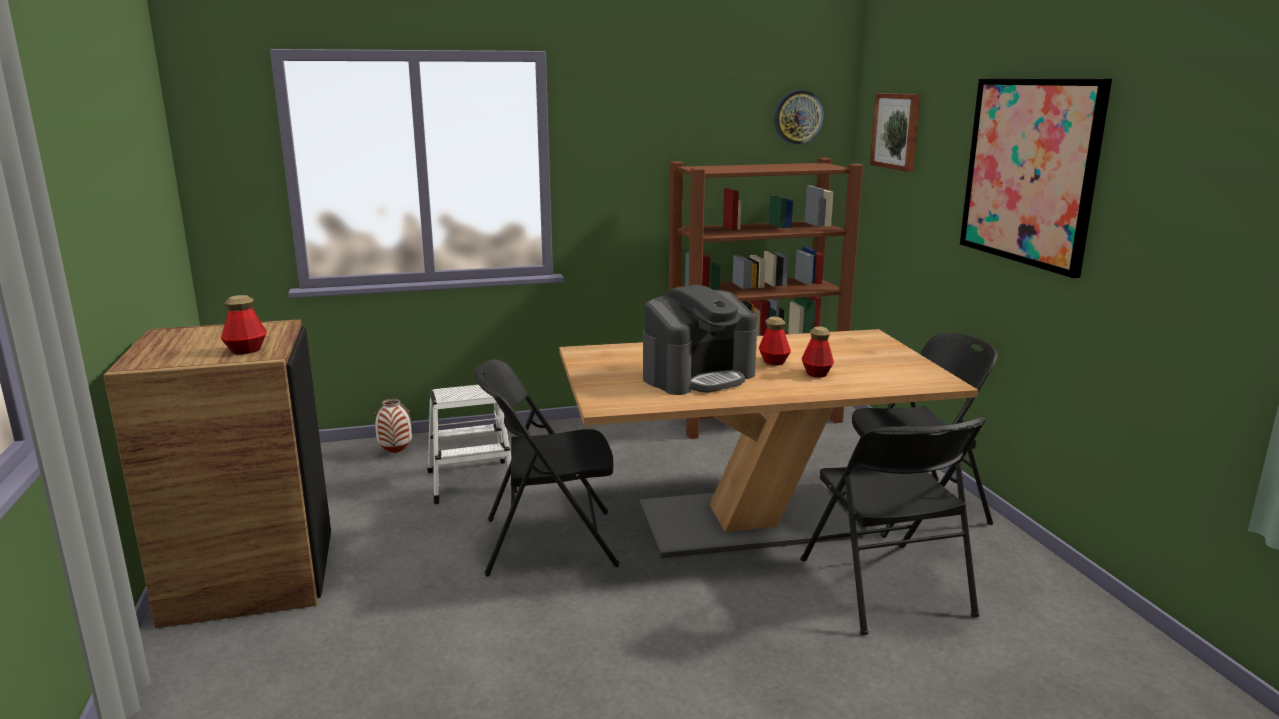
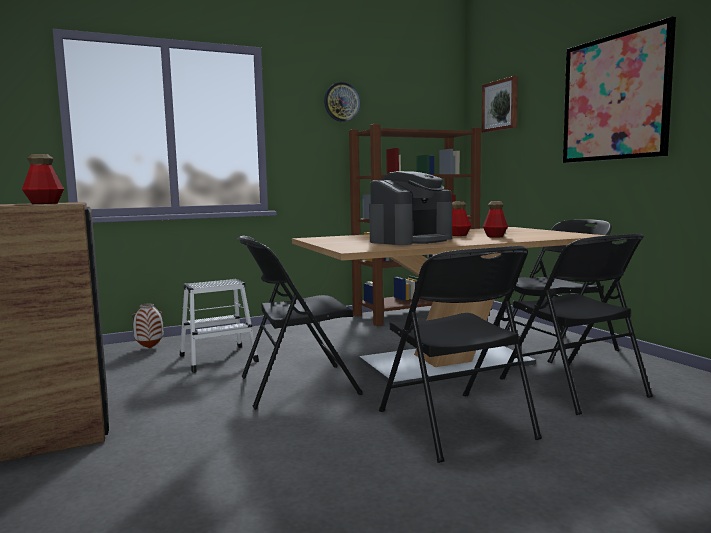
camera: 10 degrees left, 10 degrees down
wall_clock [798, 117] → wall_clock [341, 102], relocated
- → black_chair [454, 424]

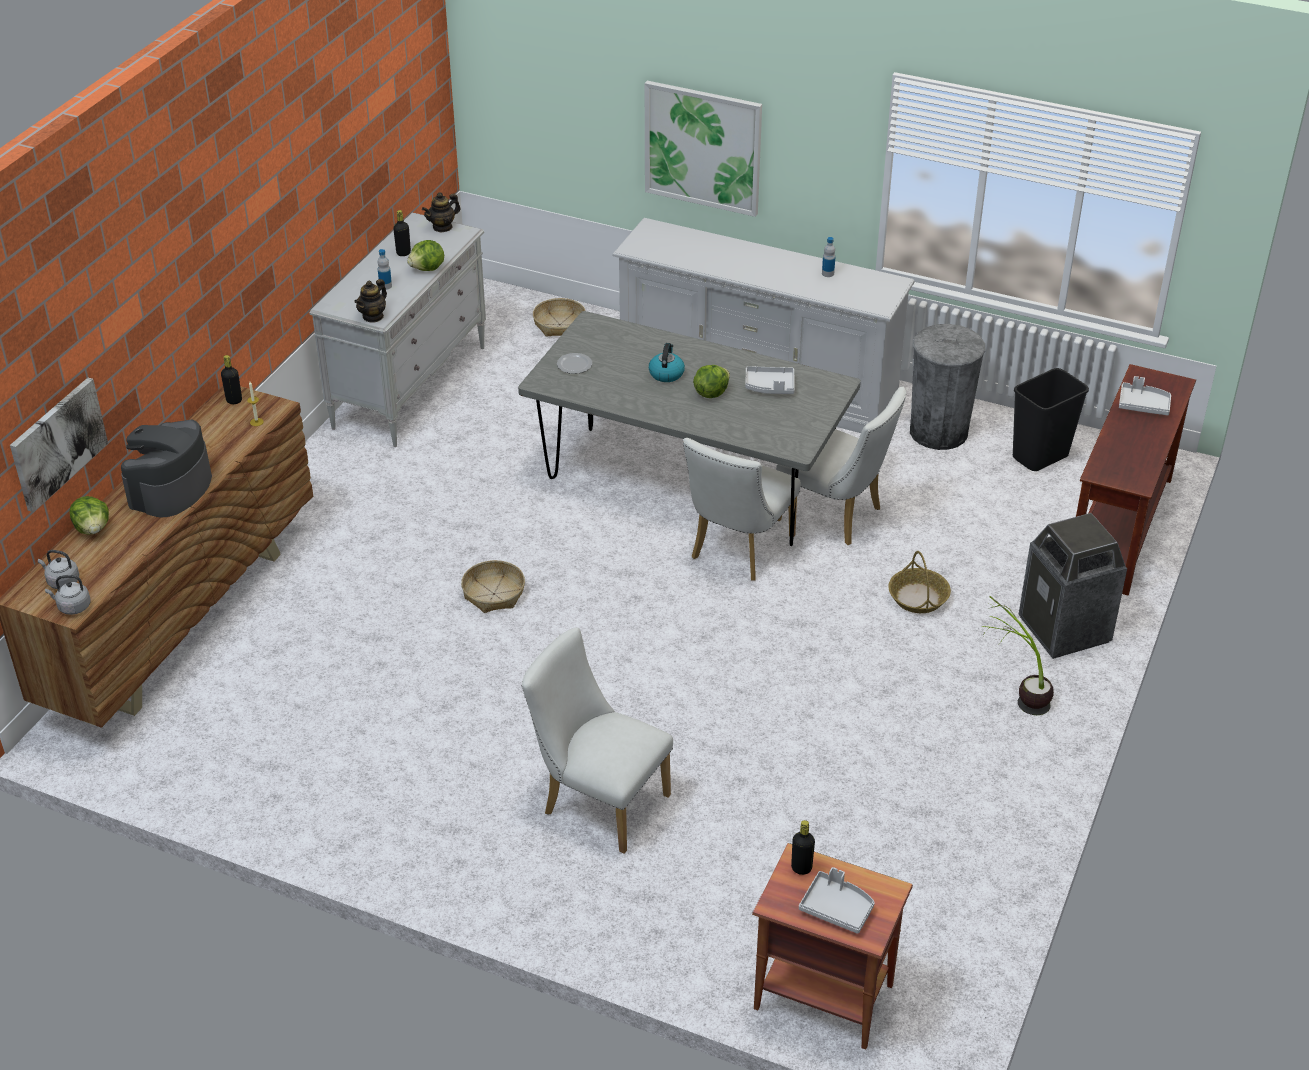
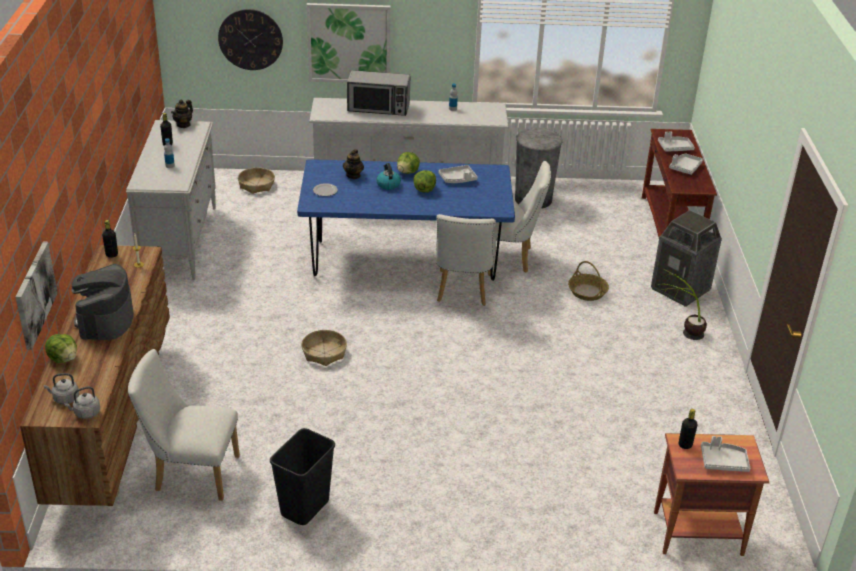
camera: 25 degrees left, 5 degrees down
lettuce [428, 269] → lettuce [408, 172], relocated
teapot [373, 316] → teapot [353, 175], relocated
grey_dining_table [689, 484] → blue_dining_table [405, 260]
black_trash_can [1039, 456] → black_trash_can [304, 507], relocated
white_chair [598, 802] → white_chair [190, 473], relocated
- → wall_clock [250, 39]
- → microwave [378, 108]
- → grey_tray [685, 168]

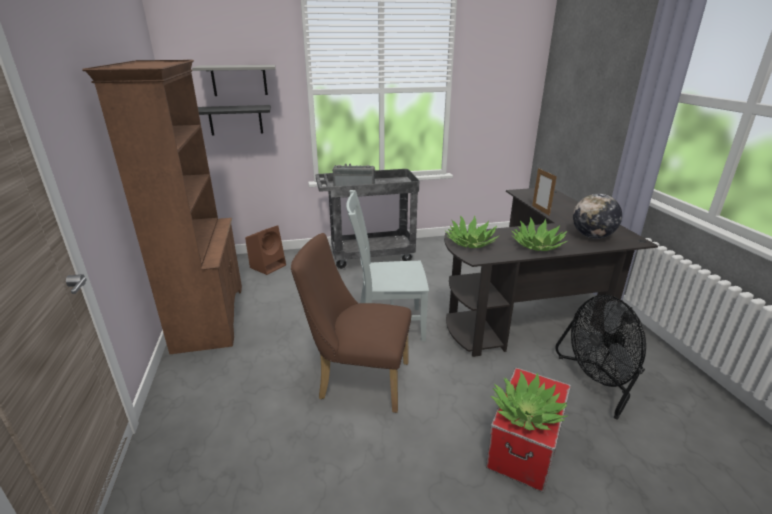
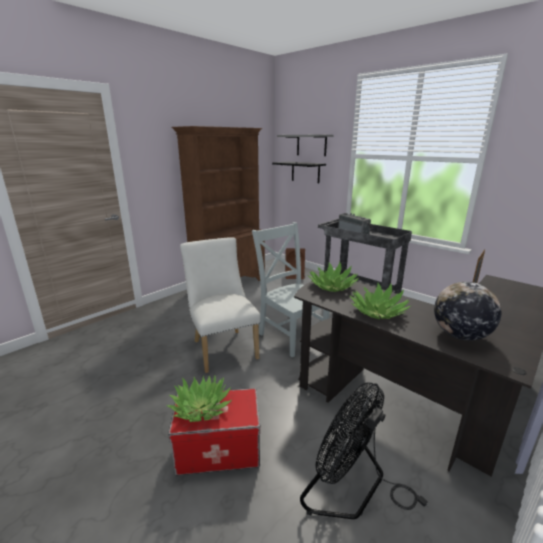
camera: 55 degrees right, 5 degrees down
brown_chair [357, 380] → white_chair [223, 347]

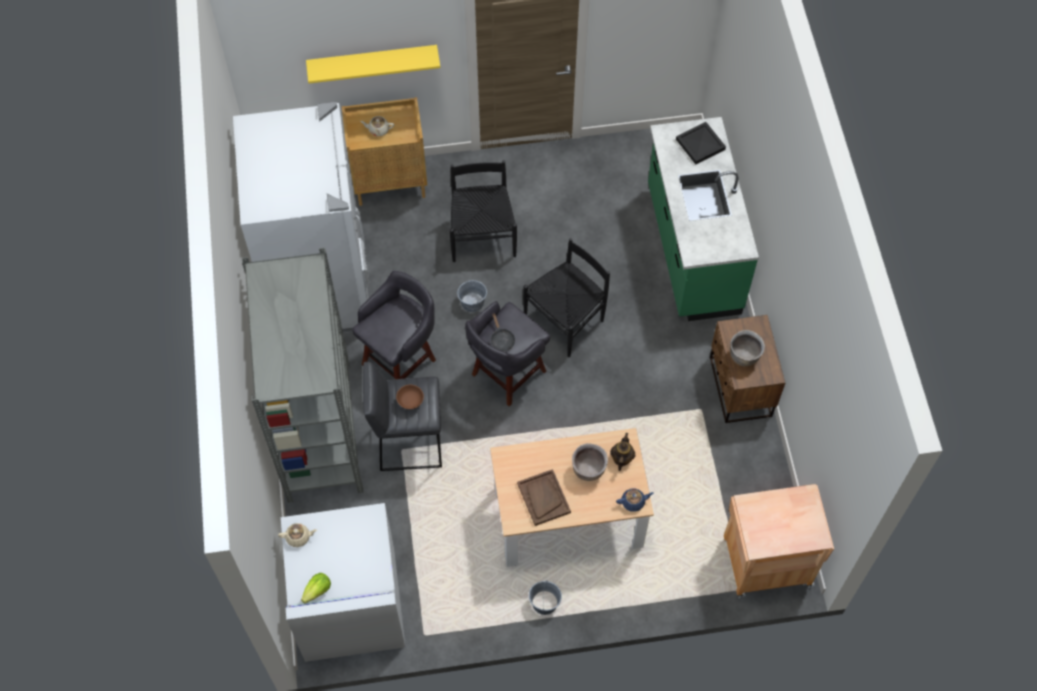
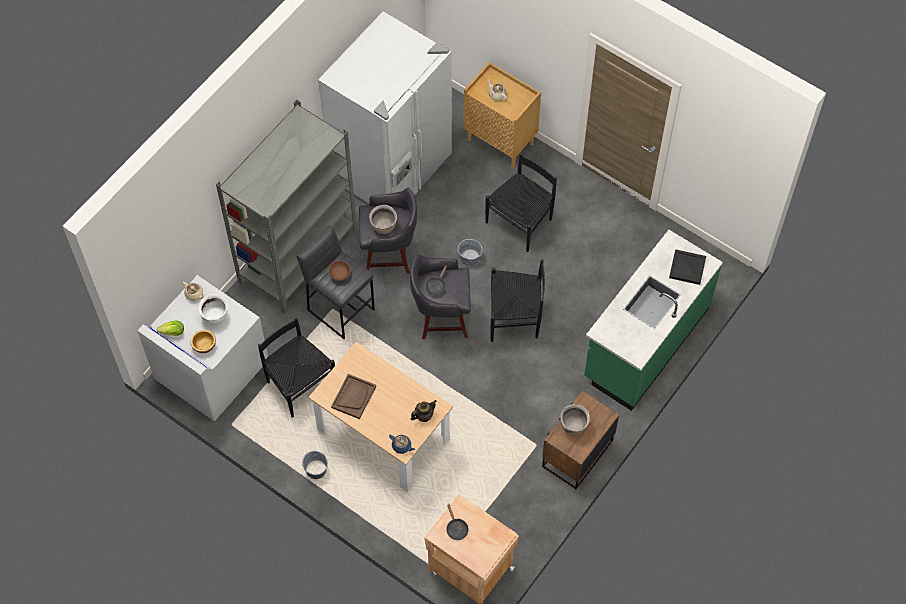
camera: 45 degrees right, 0 degrees up
yellow_shelf [372, 61] → -
brown_cooking_pot [589, 470] → brown_cooking_pot [383, 227], relocated
- → white_cooking_pot [215, 317]
- → black_chair [299, 384]
- → bowl [204, 345]
- → black_frying_pan [456, 528]

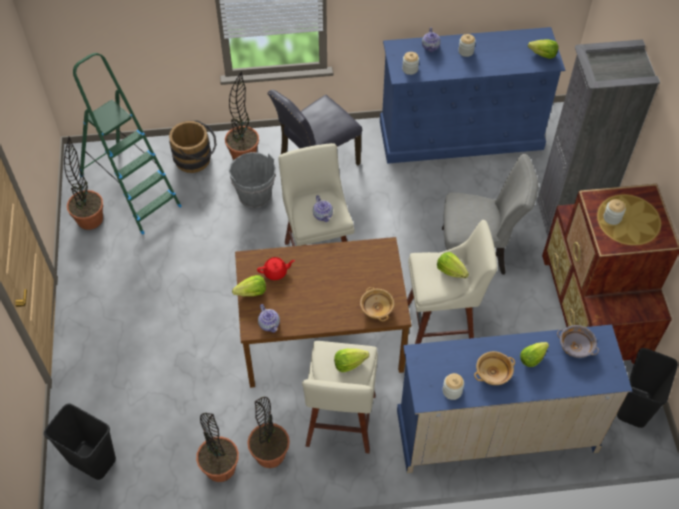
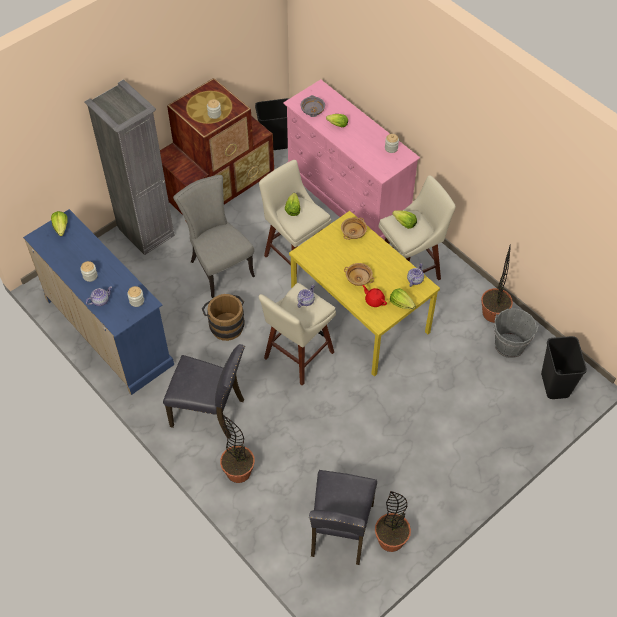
camera: 125 degrees left, 0 degrees up
green_step_ladder [130, 190] → grey_chair [340, 531]
brown_bucket [196, 159] → brown_bucket [225, 324], relocated
grey_bucket [255, 196] → grey_bucket [509, 346], relocated
brown_dining_table [323, 336] → yellow_dining_table [359, 315]
blue_dresser [495, 430] → pink_dresser [347, 197]
beige_bowl [493, 373] → beige_bowl [359, 278], relocated
potted_plant [270, 454] → -

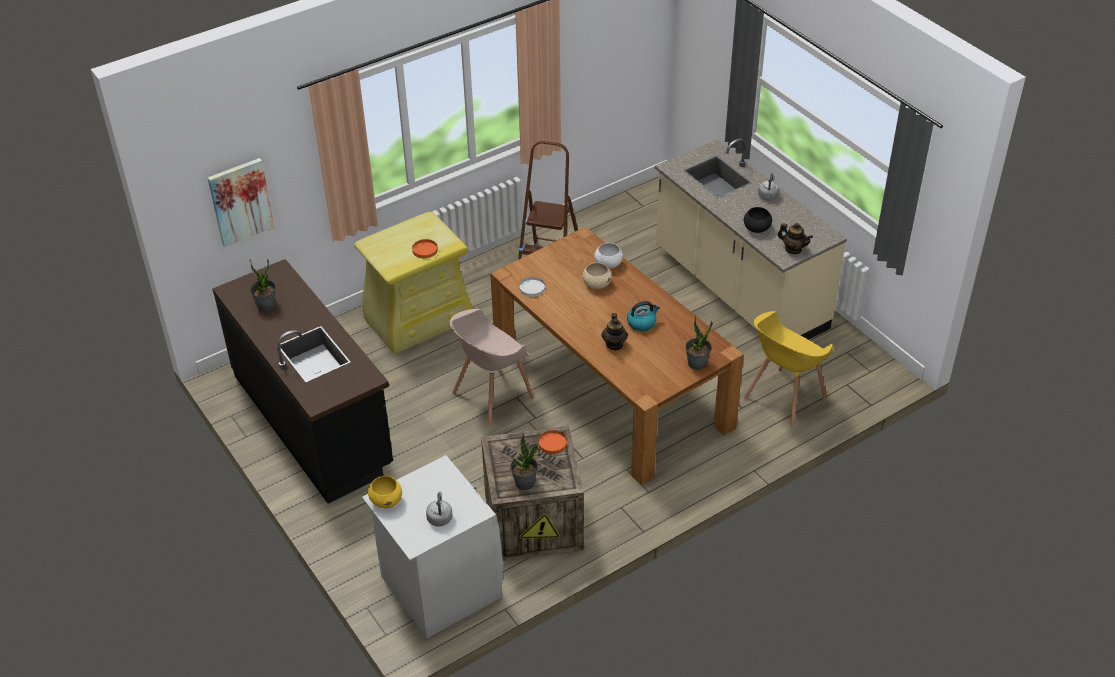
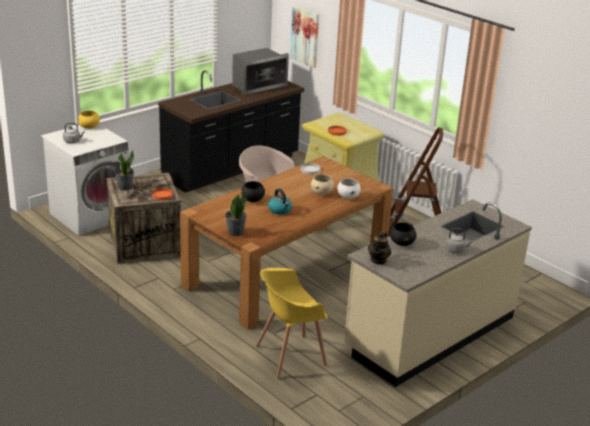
camera: 80 degrees right, 15 degrees down
potted_plant [266, 305] → microwave [257, 86]
yellow_chair [784, 398] → yellow_chair [289, 356], 60 degrees counterclockwise
teapot [614, 344] → black_bowl [252, 200]

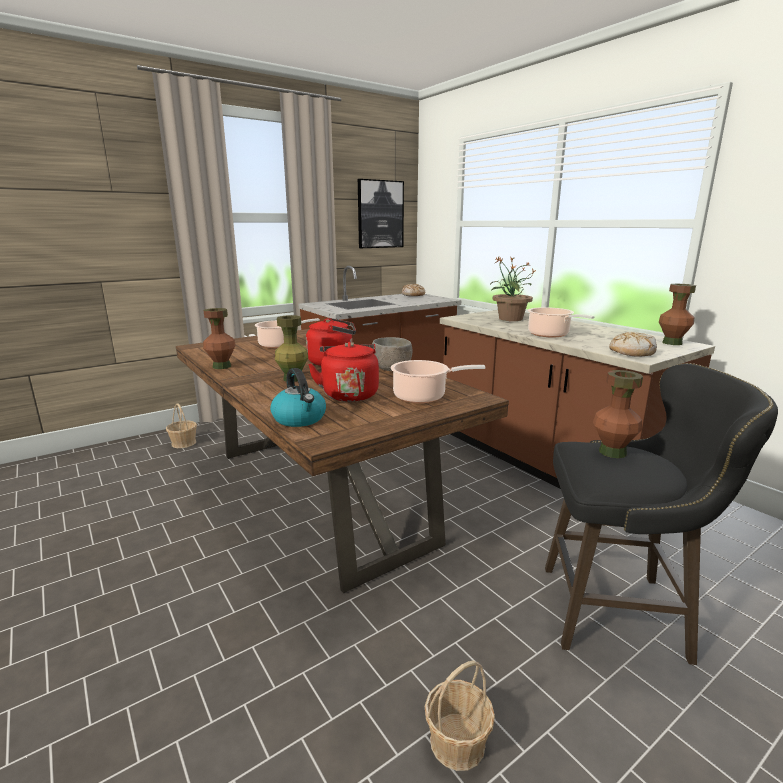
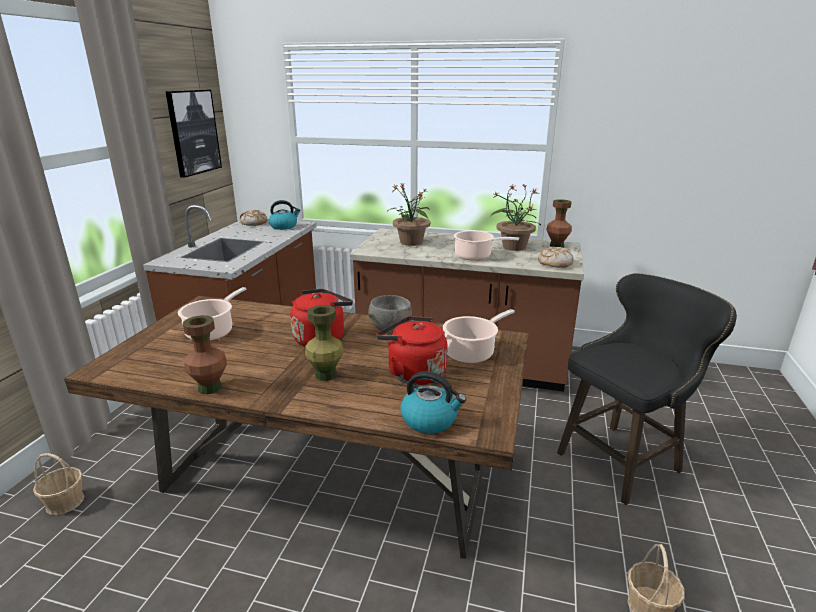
camera: 40 degrees left, 5 degrees up
brown_vase [612, 452] → -
- → potted_plant [513, 246]
- → kettle [284, 226]

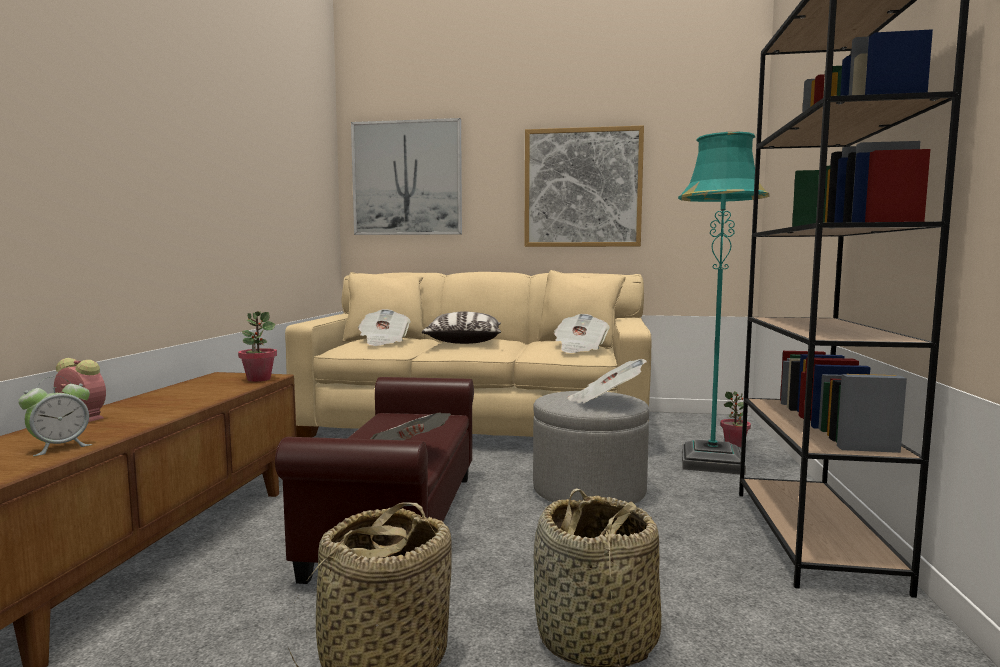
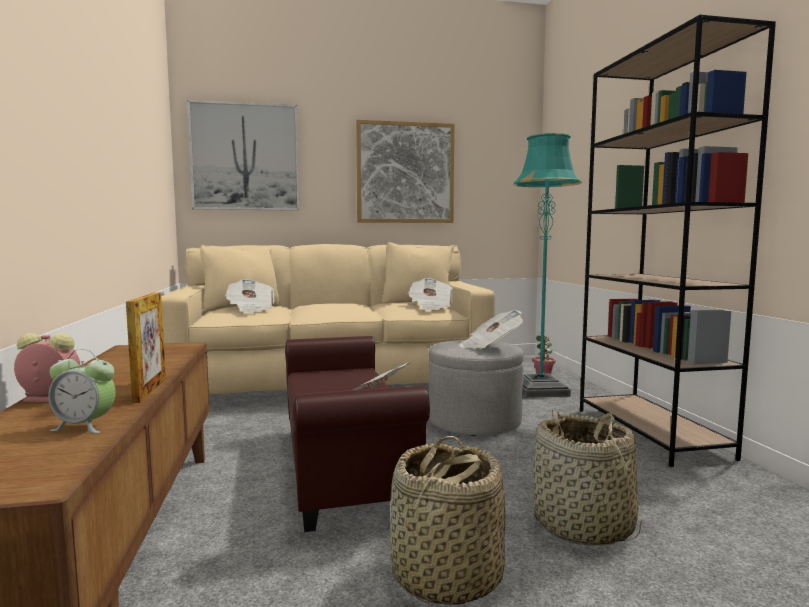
camera: 20 degrees left, 0 degrees up
potted_plant [259, 379] → -
pillow [463, 341] → -
alarm_clock [60, 447] → alarm_clock [85, 426], 75 degrees clockwise
- → picture_frame [150, 390]

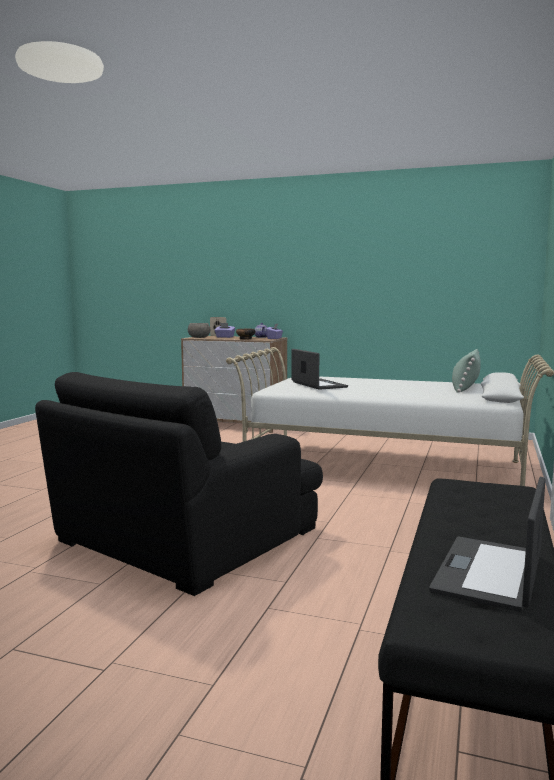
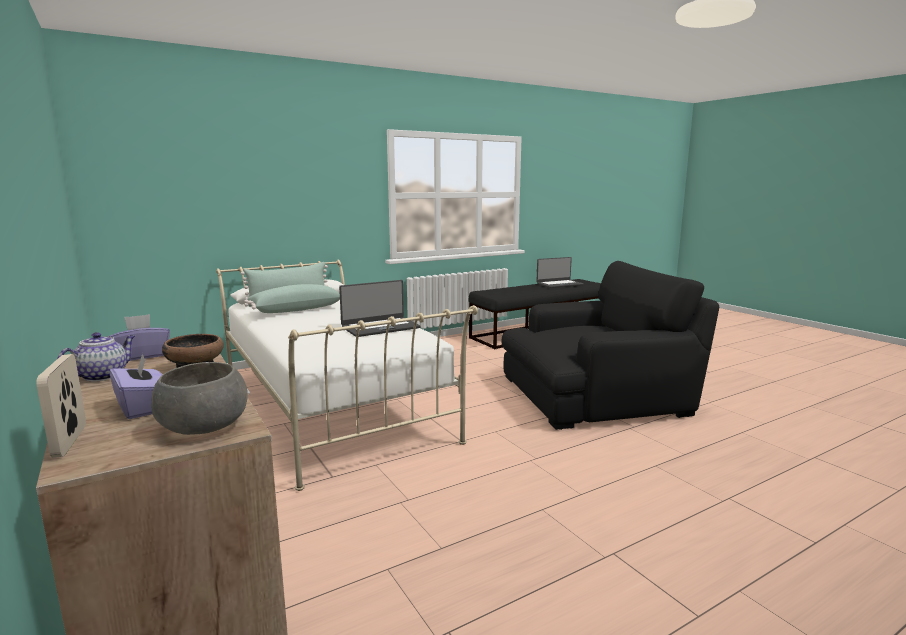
camera: 140 degrees left, 5 degrees up
laptop [318, 385] → laptop [380, 327], 135 degrees counterclockwise
- → green_pillow [296, 310]

